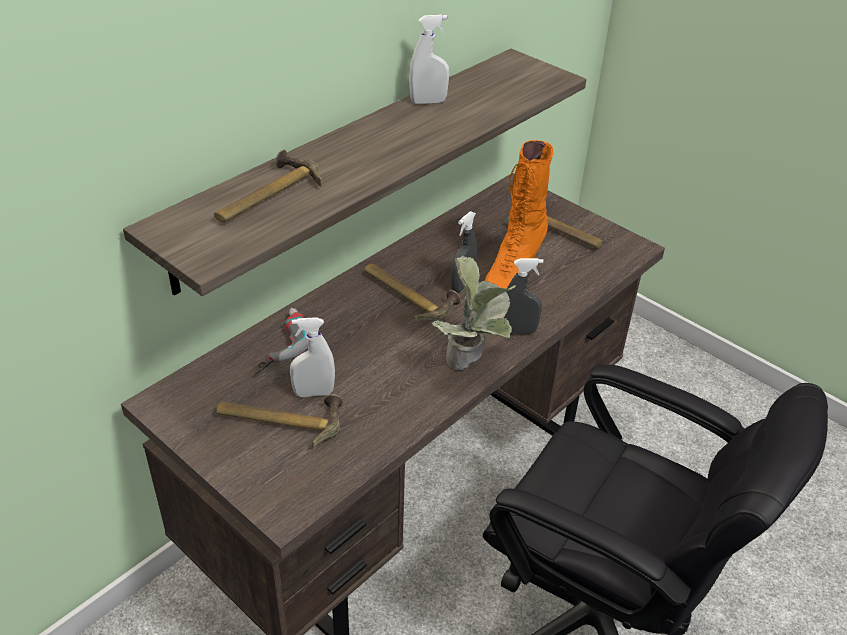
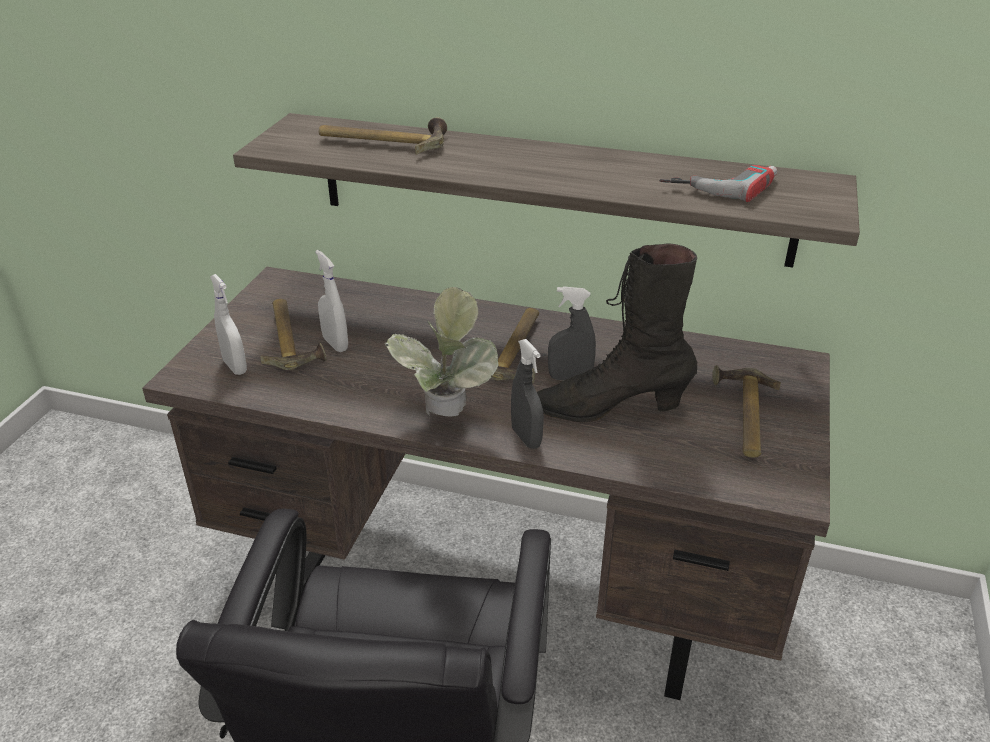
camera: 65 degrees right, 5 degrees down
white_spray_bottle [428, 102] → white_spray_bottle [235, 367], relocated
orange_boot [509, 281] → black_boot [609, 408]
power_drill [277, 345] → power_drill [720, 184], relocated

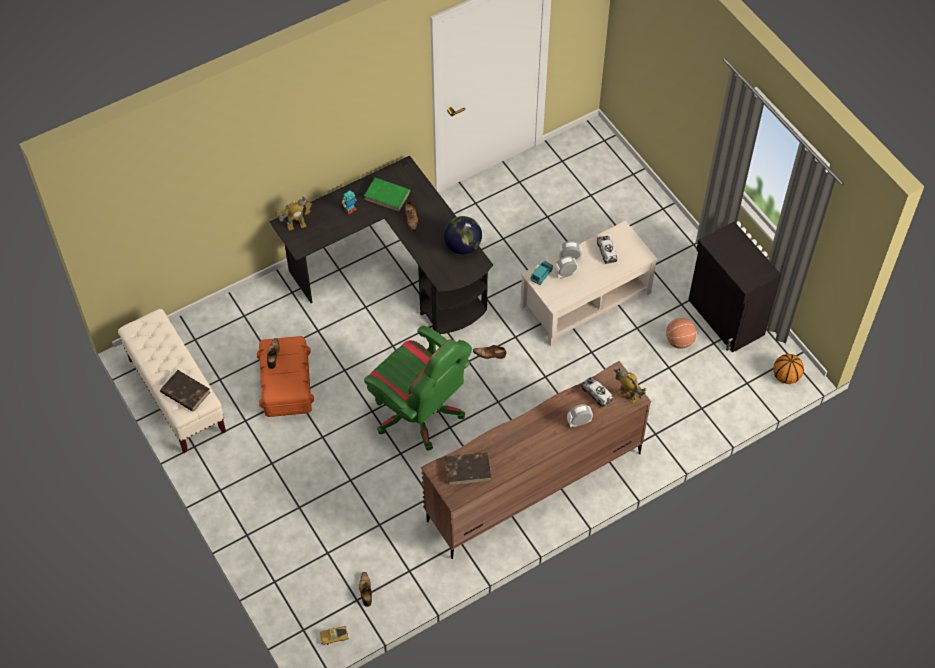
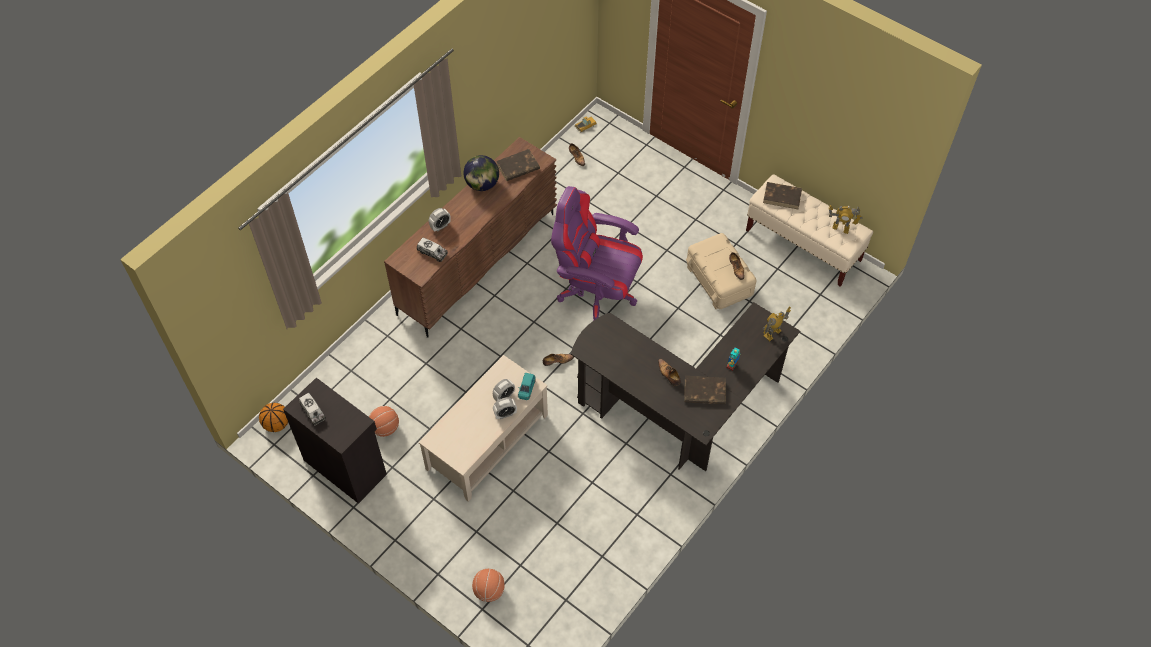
camera: 160 degrees right, 0 degrees up
green_book [387, 195] → brown_book [704, 392]
globe [463, 246] → globe [482, 184], relocated
toy_truck [606, 252] → toy_truck [313, 412], relocated
green_office_chair [418, 413] → purple_office_chair [597, 292]
orange_storage_box [286, 385] → beige_storage_box [719, 280]
toy_robot [627, 396] → toy_robot [840, 228], relocated
- → basketball [489, 591]

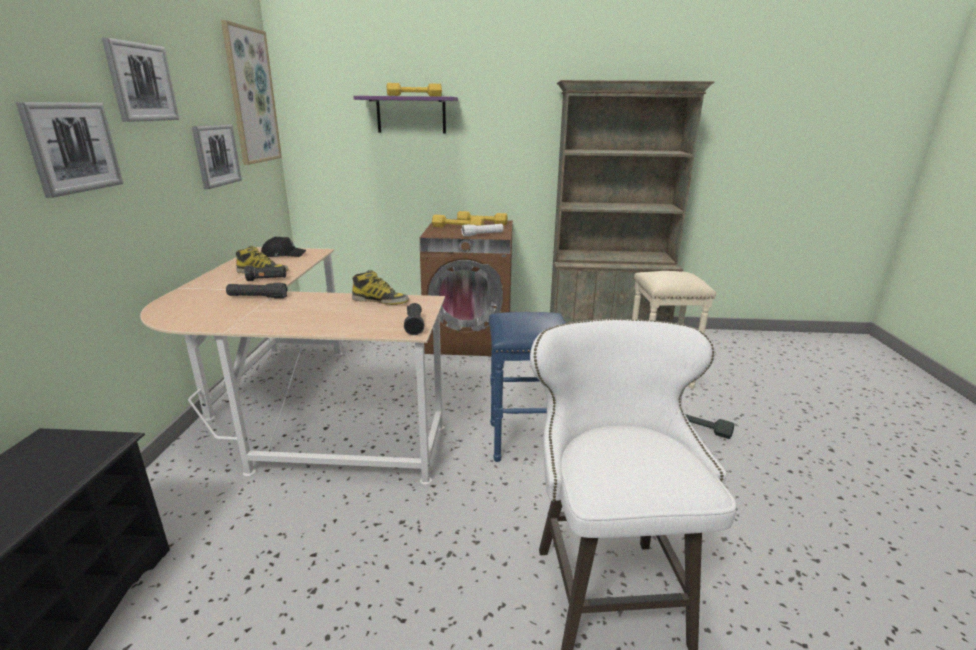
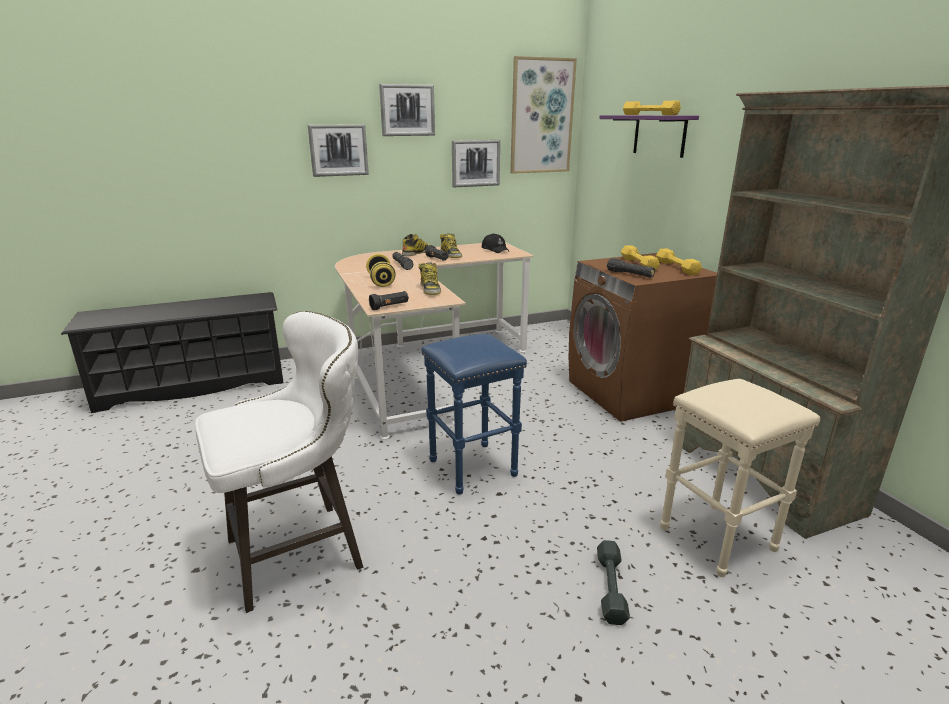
camera: 65 degrees right, 0 degrees up
white_flashlight [482, 235] → black_flashlight [630, 274]
- → boot [418, 253]
- → yellow_dumbbell [381, 281]

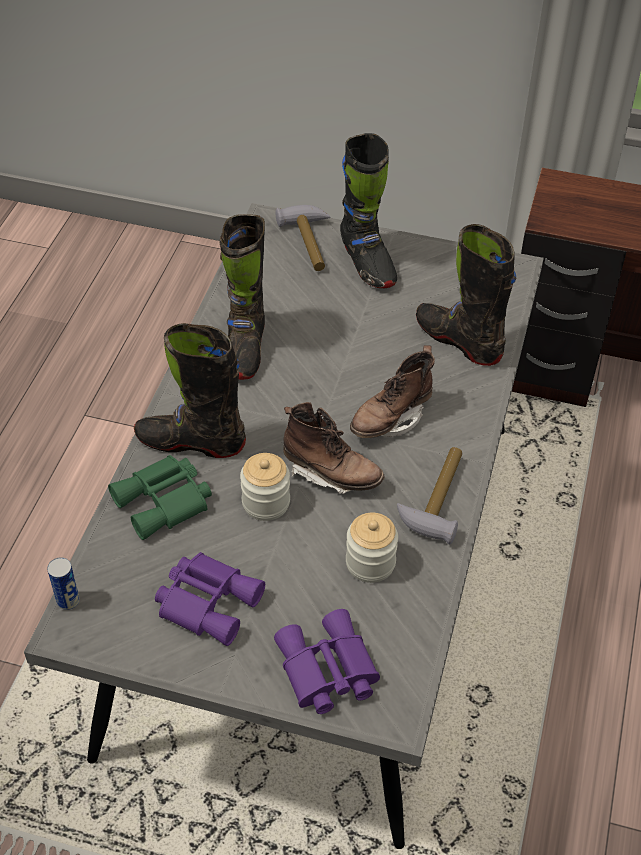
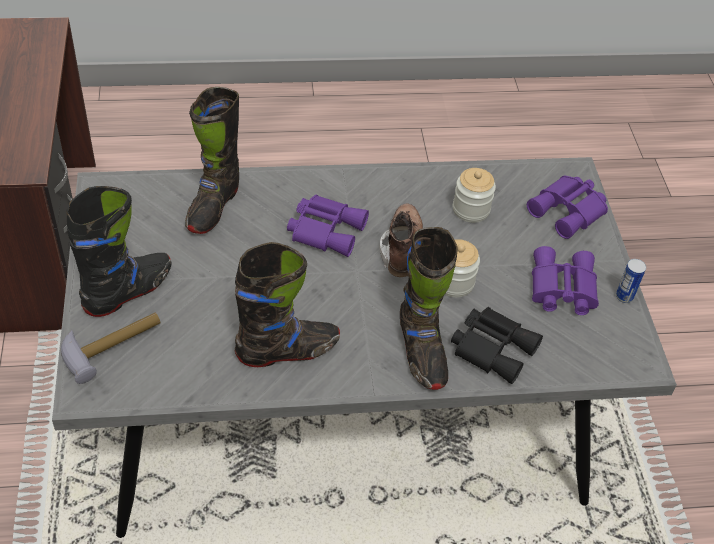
camera: 115 degrees left, 0 degrees up
brown_boot [391, 419] → purple_binoculars [326, 229]
hammer [436, 498] → -
green_binoculars [165, 502] → black_binoculars [493, 347]
can [68, 601] → can [624, 296], relocated

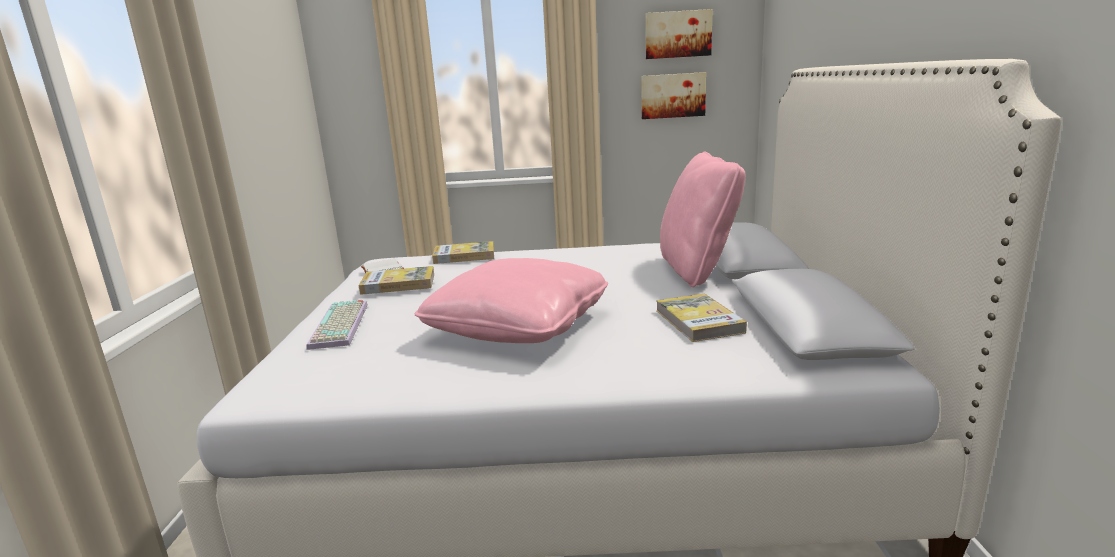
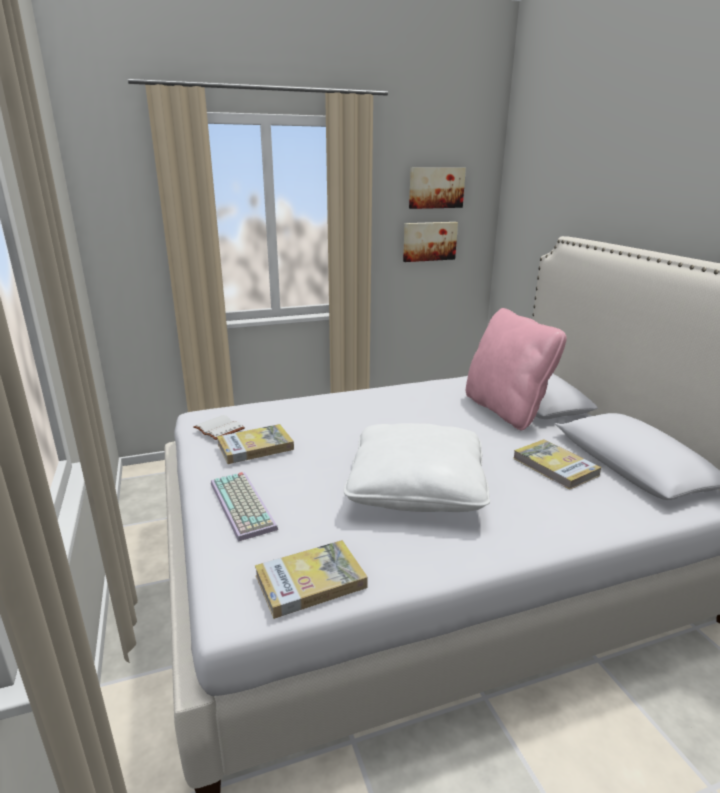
camera: 20 degrees left, 5 degrees up
book [464, 256] → book [310, 581], relocated
pink_pillow [519, 327] → white_pillow [417, 488]

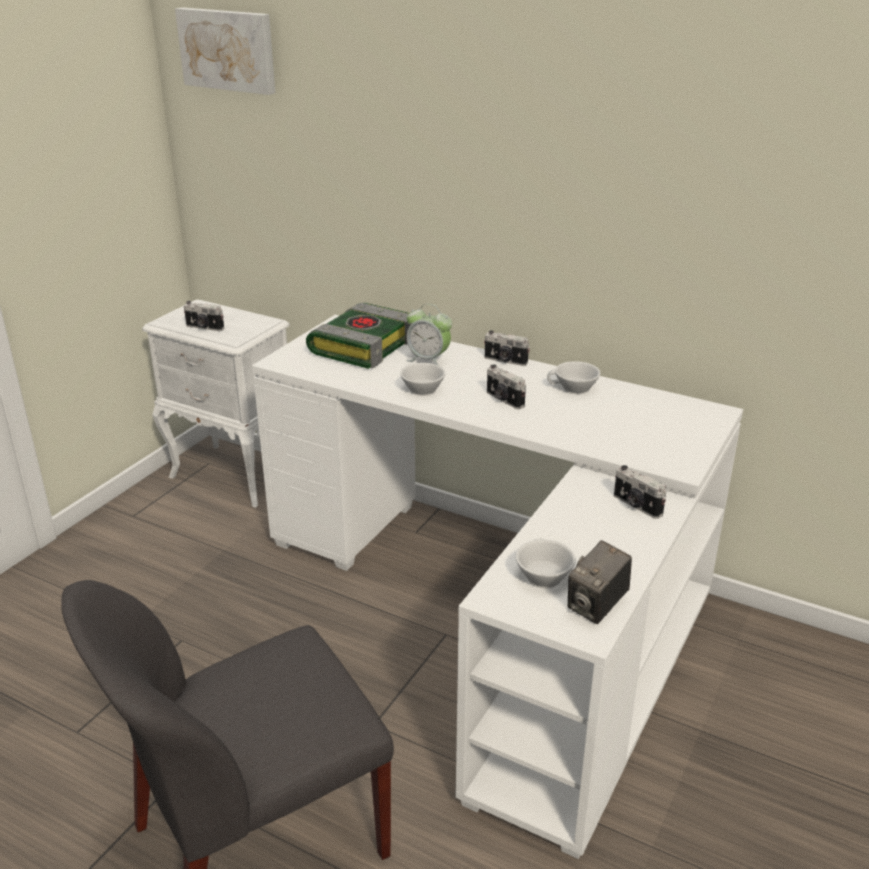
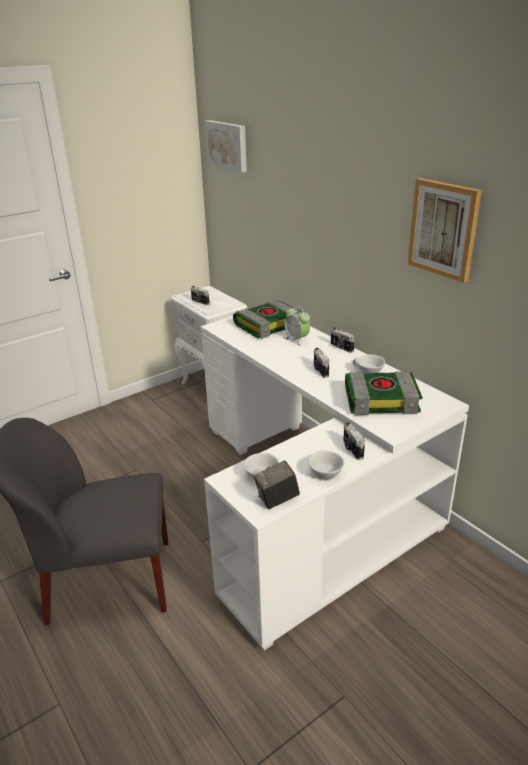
camera: 25 degrees right, 0 degrees up
white_cup [420, 389] → white_cup [324, 473], relocated
- → picture [444, 229]
- → book [382, 399]

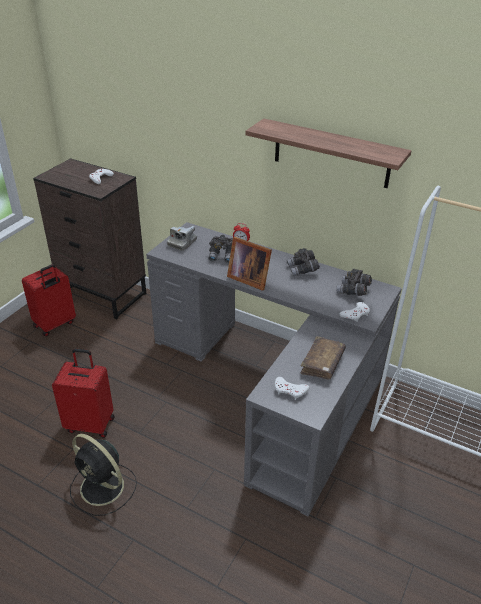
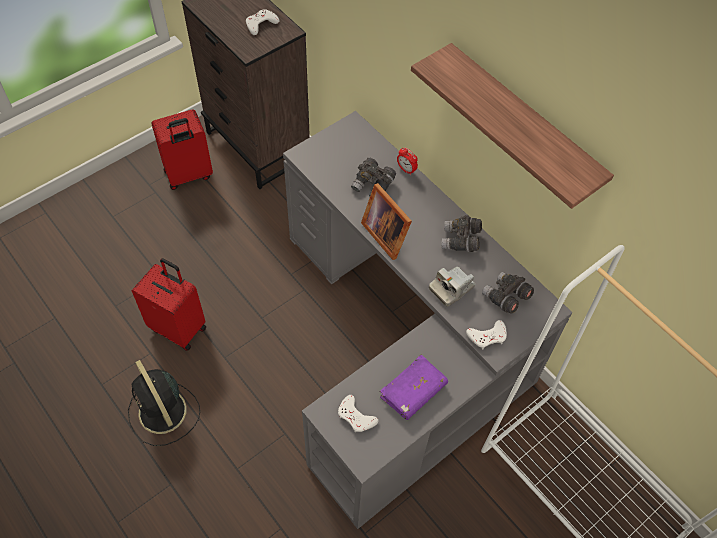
camera: 20 degrees right, 20 degrees up
photo_camera [182, 243] → photo_camera [451, 288], relocated
brown_book [322, 363] → purple_book [413, 391]

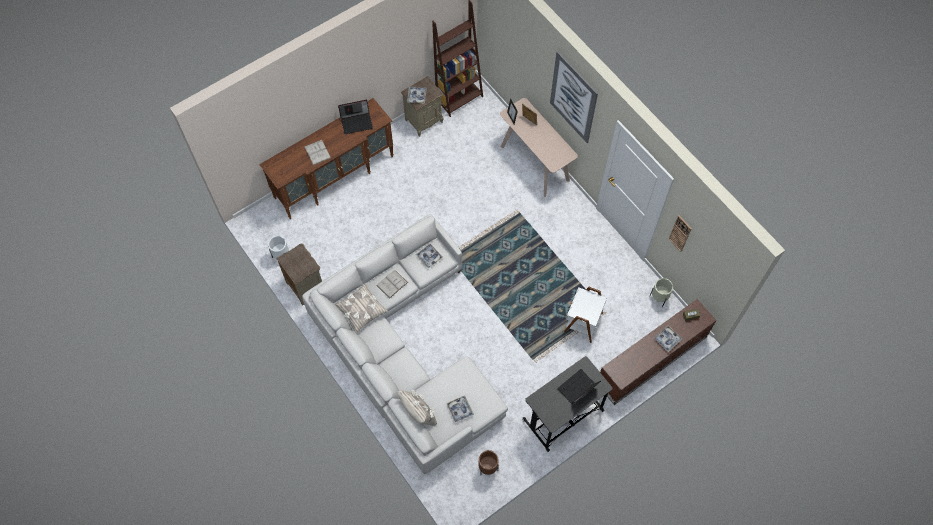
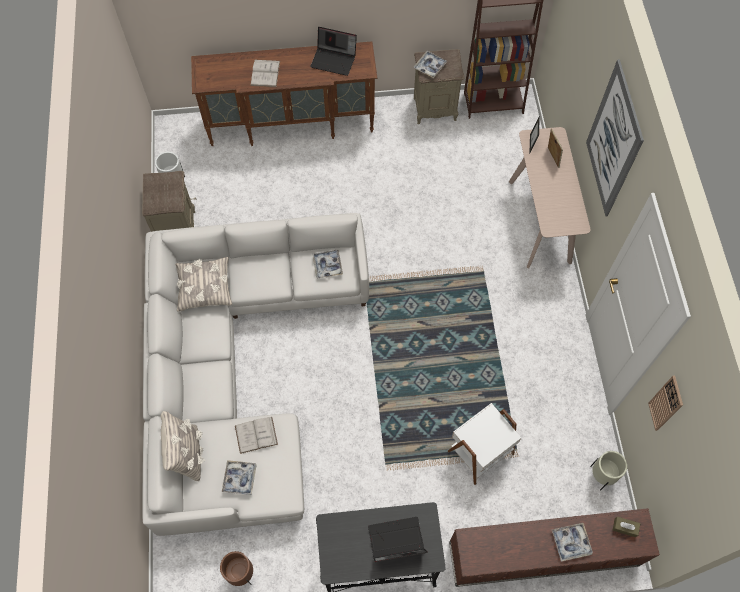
camera: 30 degrees right, 0 degrees up
white_book [392, 284] → white_book [256, 435], relocated

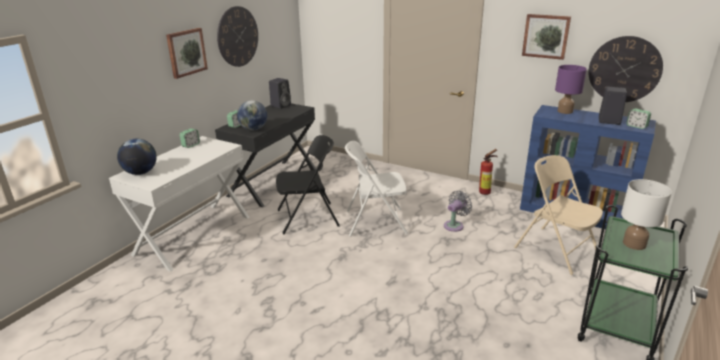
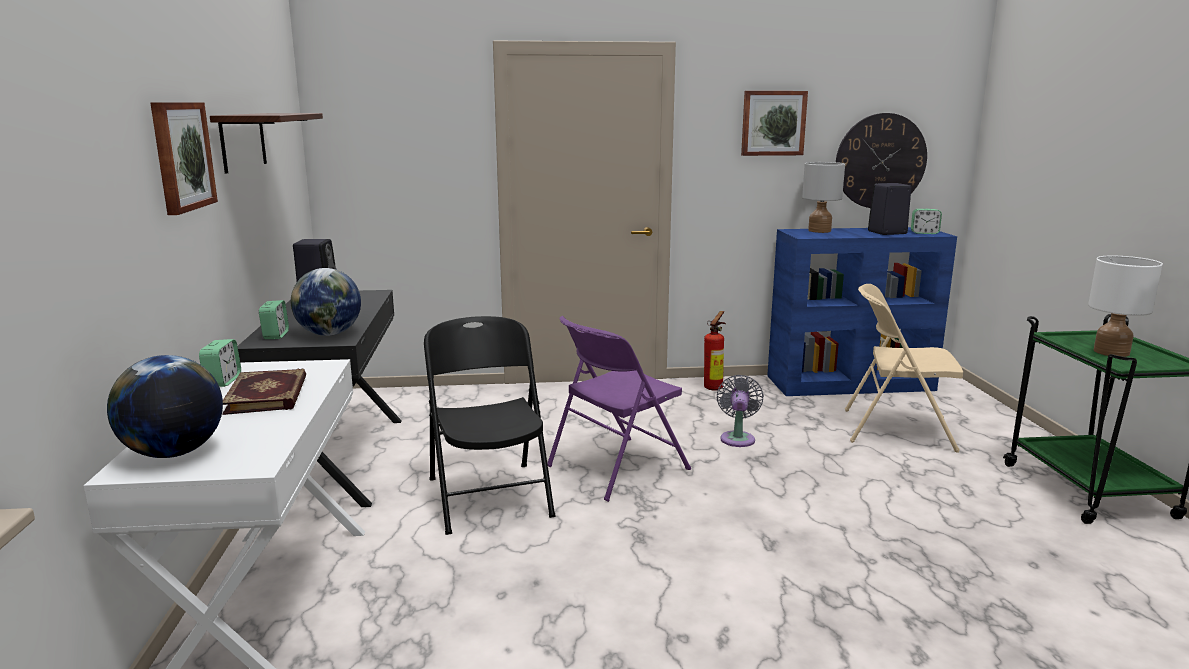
camera: 35 degrees left, 10 degrees down
wall_clock [237, 36] → shelf [243, 141]
purple_table_lamp [564, 111] → grey_table_lamp [819, 231]
black_chair [307, 218] → black_chair [490, 497], 60 degrees counterclockwise
white_chair [376, 222] → purple_chair [618, 467]
- → book [268, 395]

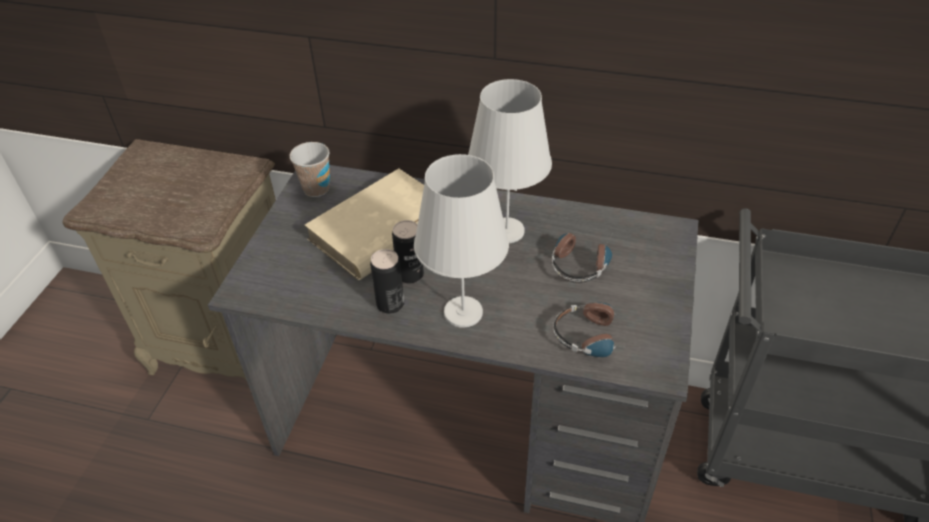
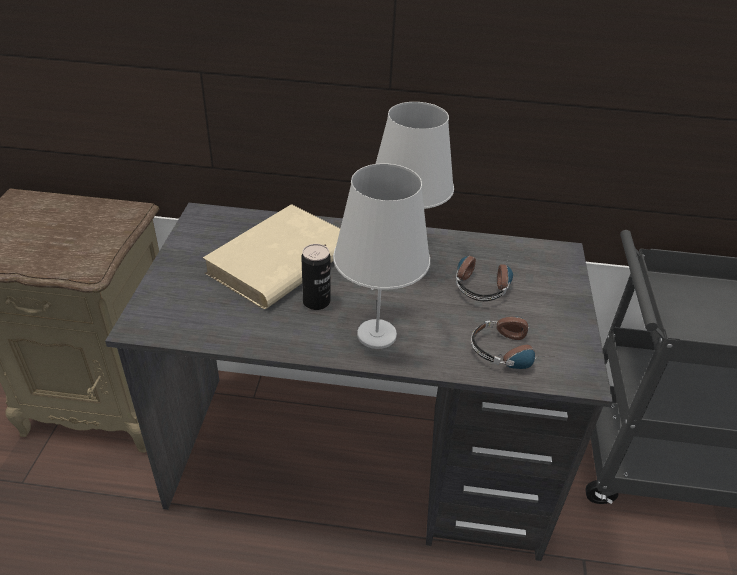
camera: 10 degrees left, 5 degrees down
cup [316, 189] → -
can [390, 304] → -

